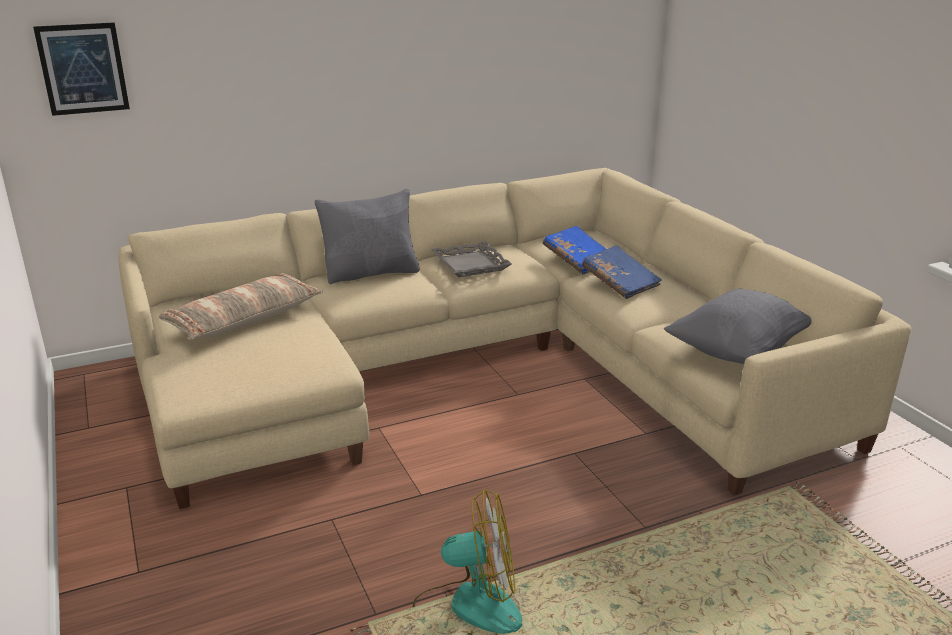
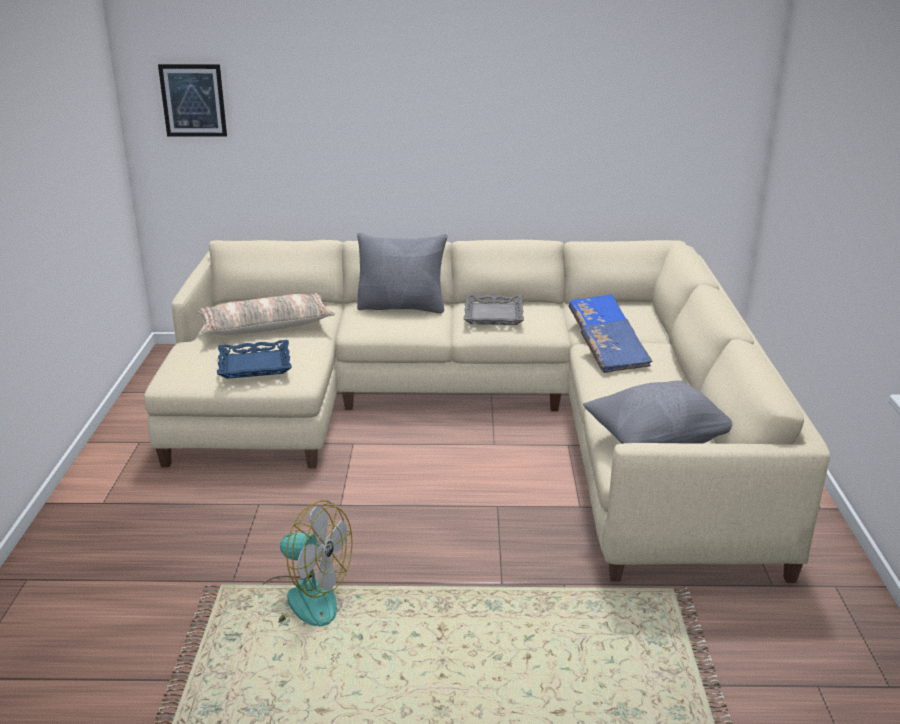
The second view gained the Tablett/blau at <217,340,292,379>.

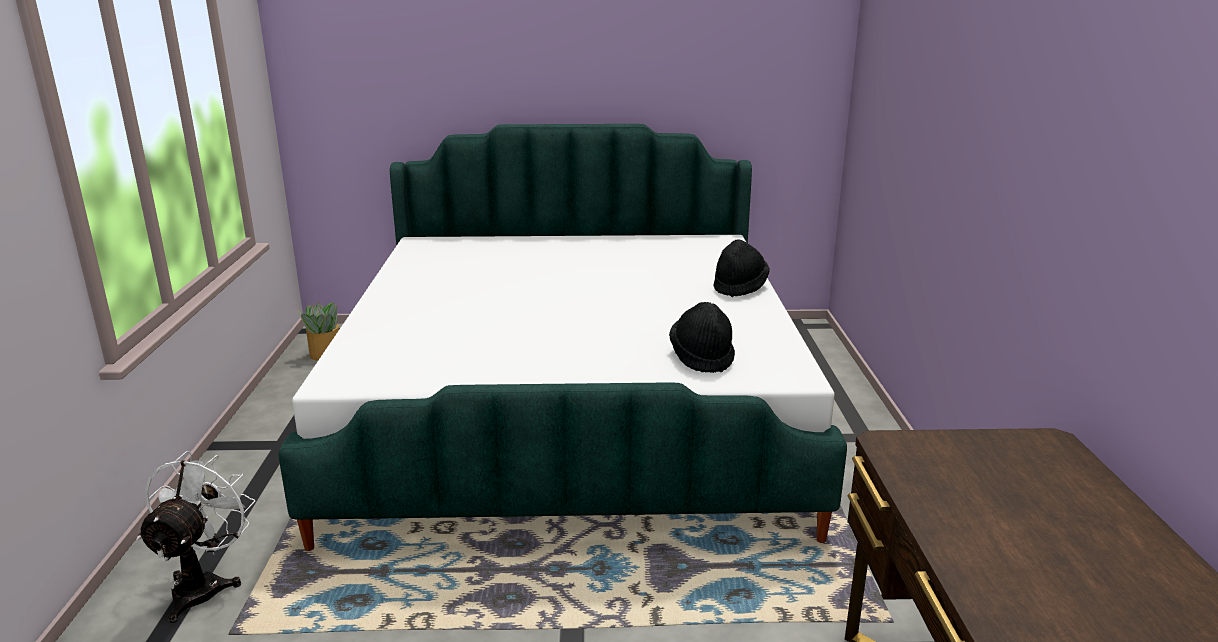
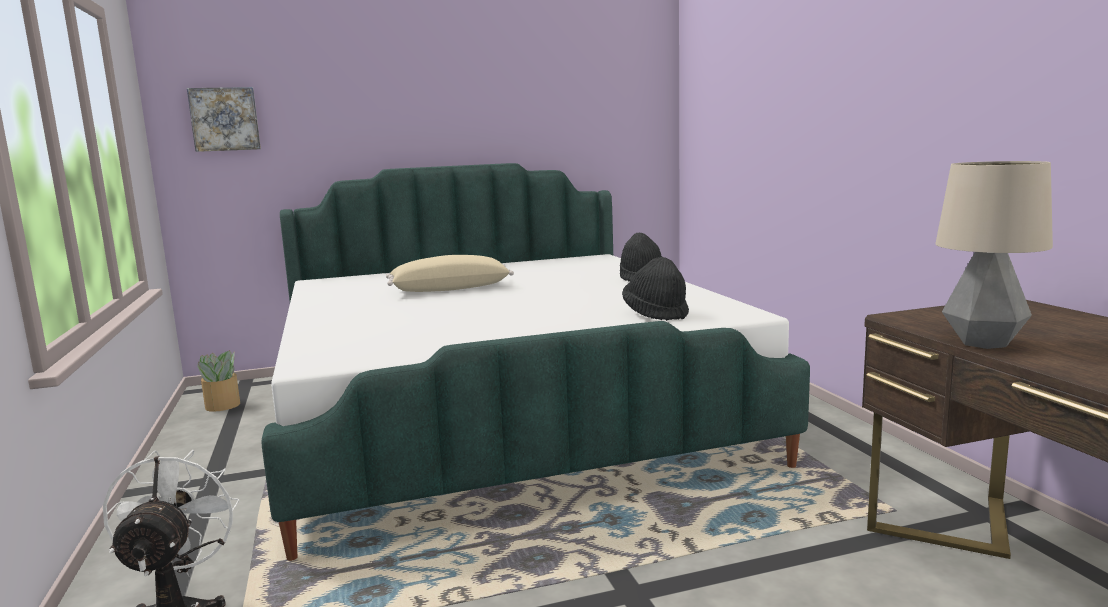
The second view gained the Bild at <187,87,261,152>.
The second view gained the Kissen/beige at <386,255,514,292>.
The second view gained the Tischlampe at <935,161,1053,349>.

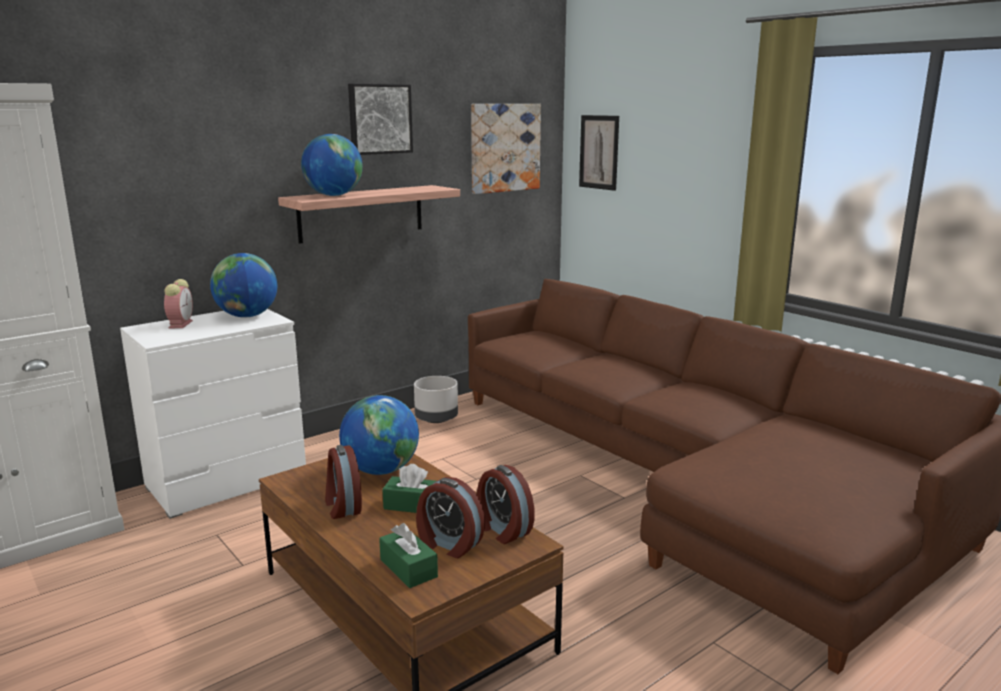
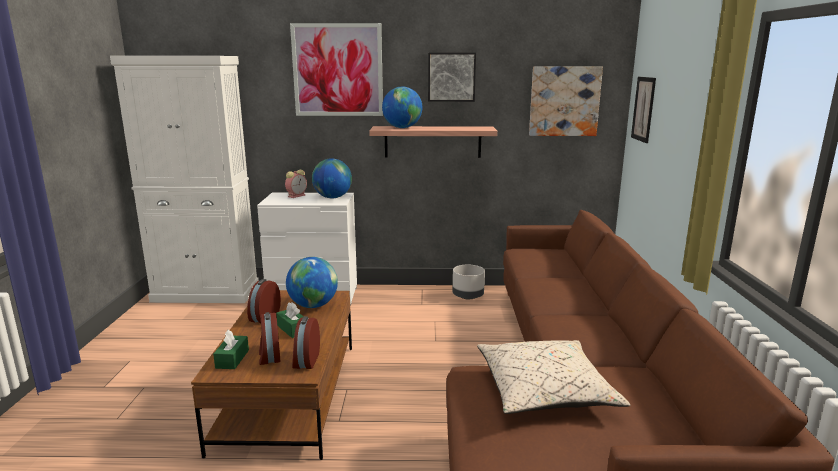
The second view gained the Bild at <290,23,383,116>.
The second view gained the Kissen/beige at <477,340,630,414>.

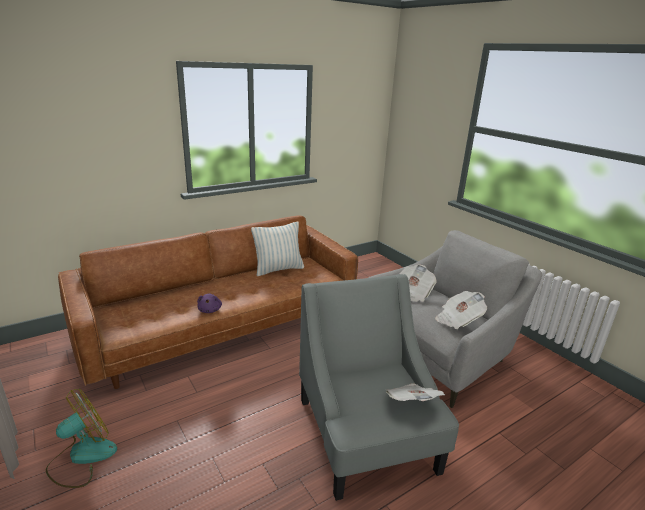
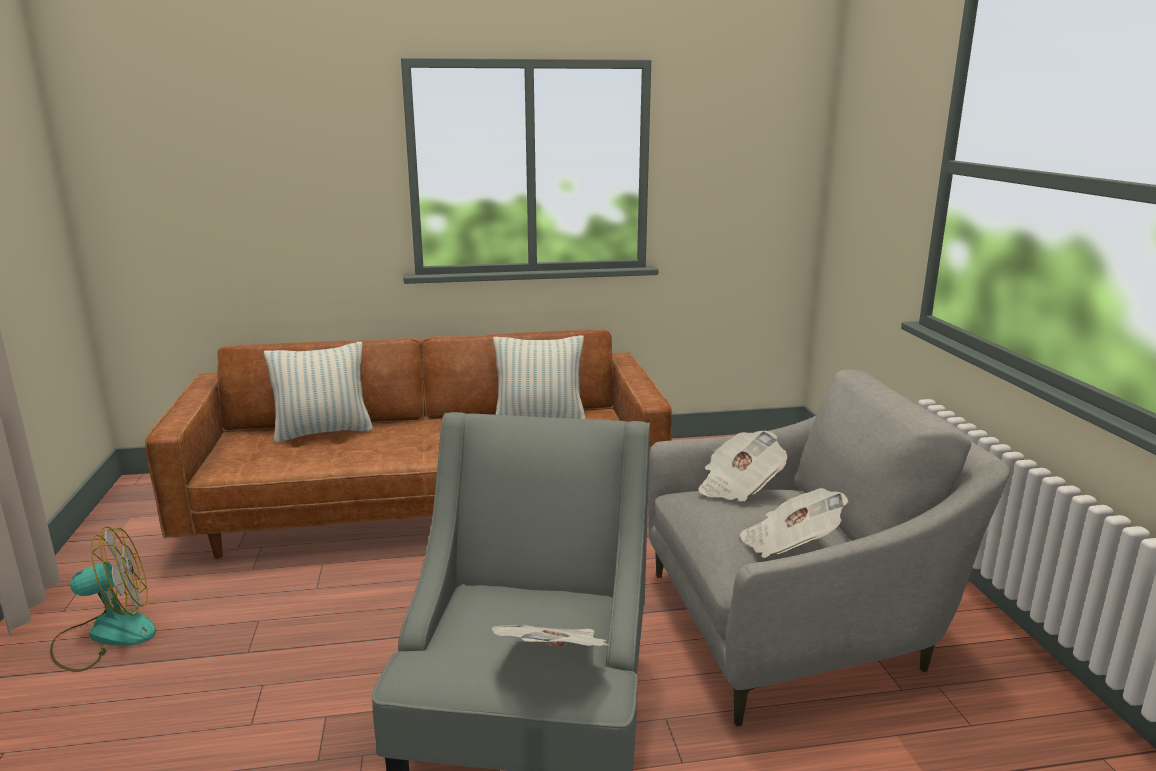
The second view lost the Plüschtier/lila at <197,294,222,313>.
The second view gained the Kissen at <264,342,373,443>.

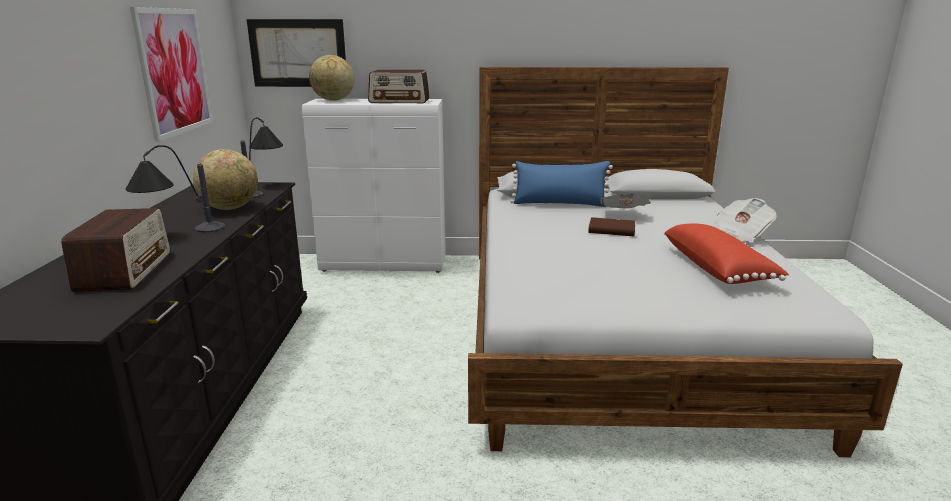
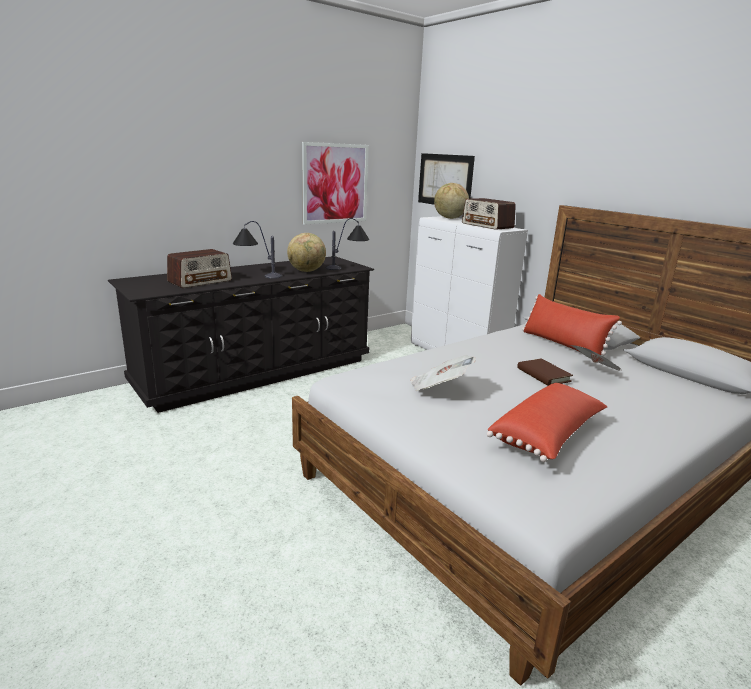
The Zeitung ended up elsewhere, having gone from <714,198,777,242> to <410,355,476,391>.
What was the Kissen/blau at <510,161,613,207> turned into the Kissen/rot at <522,294,622,355>.

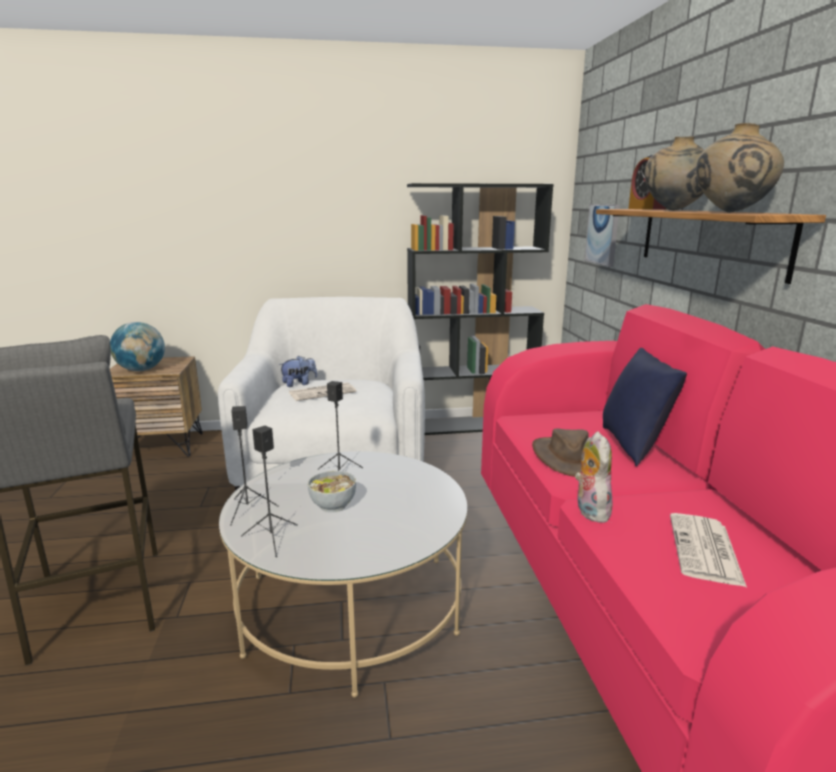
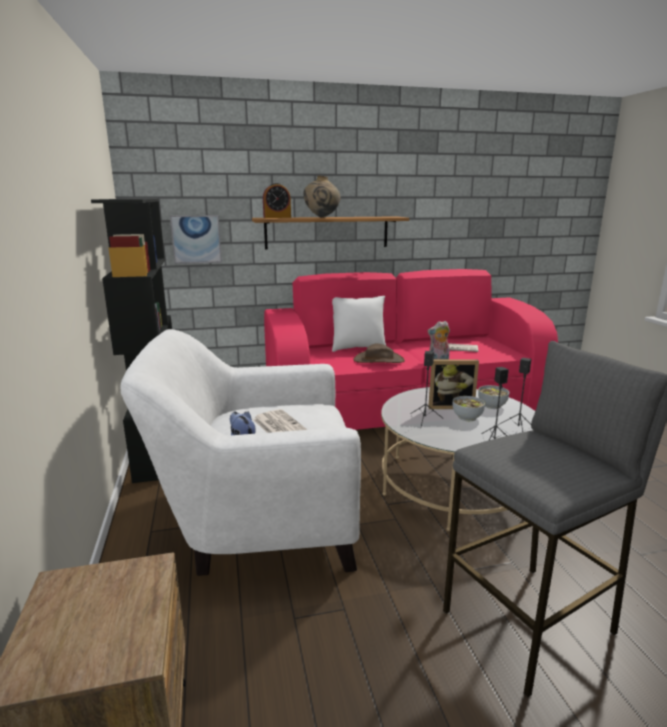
The second view lost the Globus at <110,322,165,371>.
The second view lost the Vase/beige at <696,123,784,213>.
The second view gained the Bilderrahmen at <428,359,479,409>.
The second view gained the Schüssel at <478,385,509,409>.
What was the Kissen/blau at <603,348,687,467> turned into the Kissen/weiß at <332,296,386,352>.

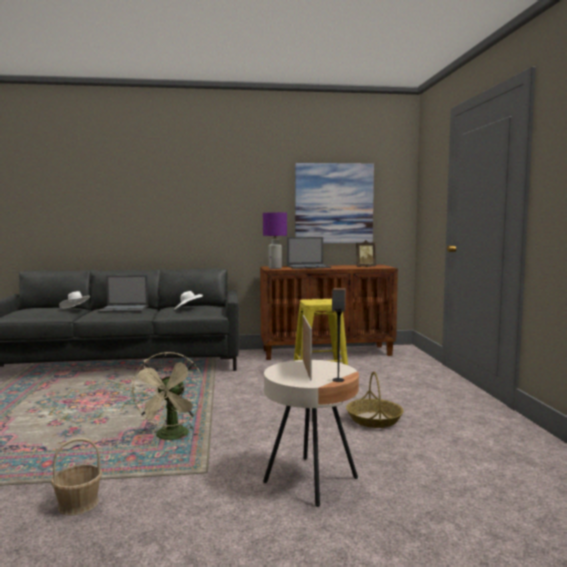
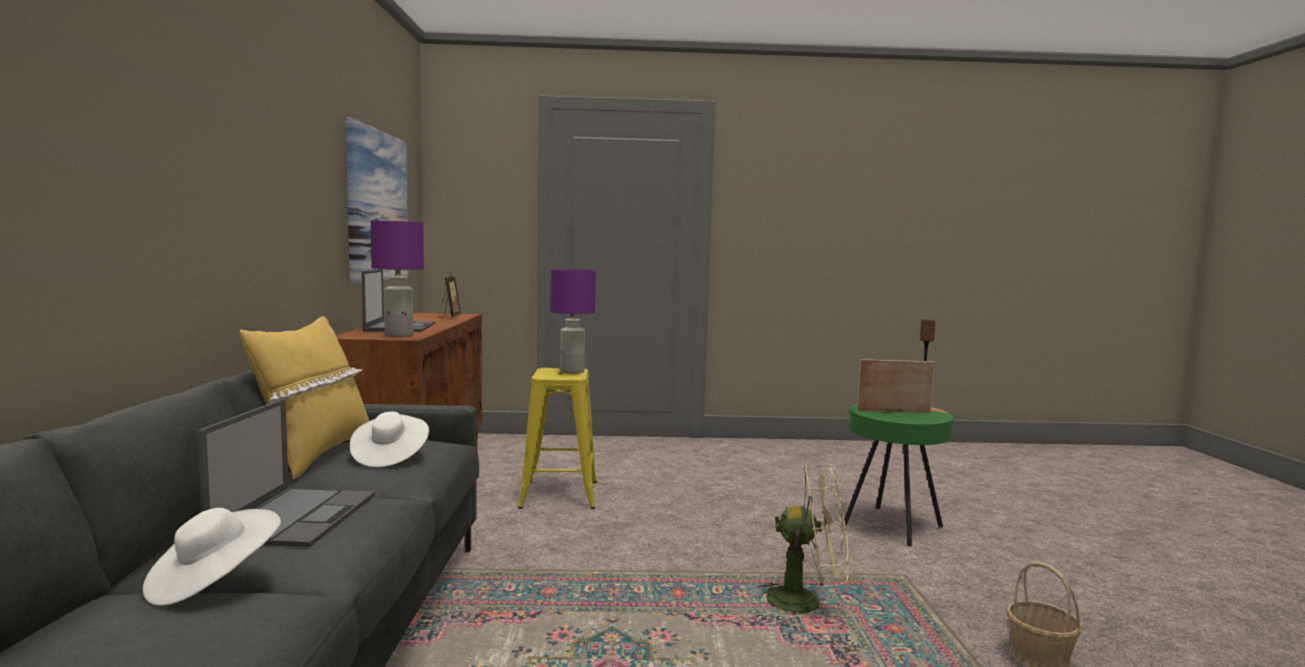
The second view lost the Korb at <346,372,404,428>.
The second view gained the Kissen/gelb at <239,316,370,479>.
The second view gained the Tischlampe/lila at <551,269,596,374>.
What was the Beistelltisch/beige at <263,360,359,507> turned into the Beistelltisch/grün at <844,404,954,546>.

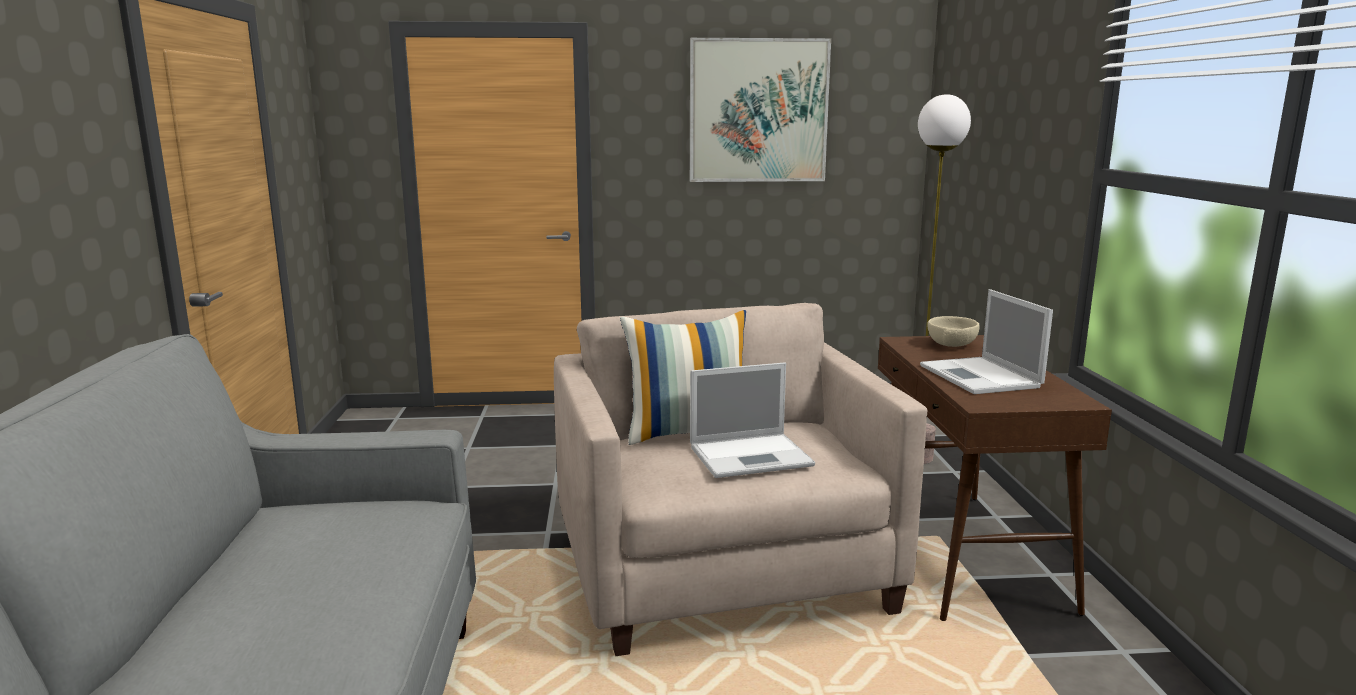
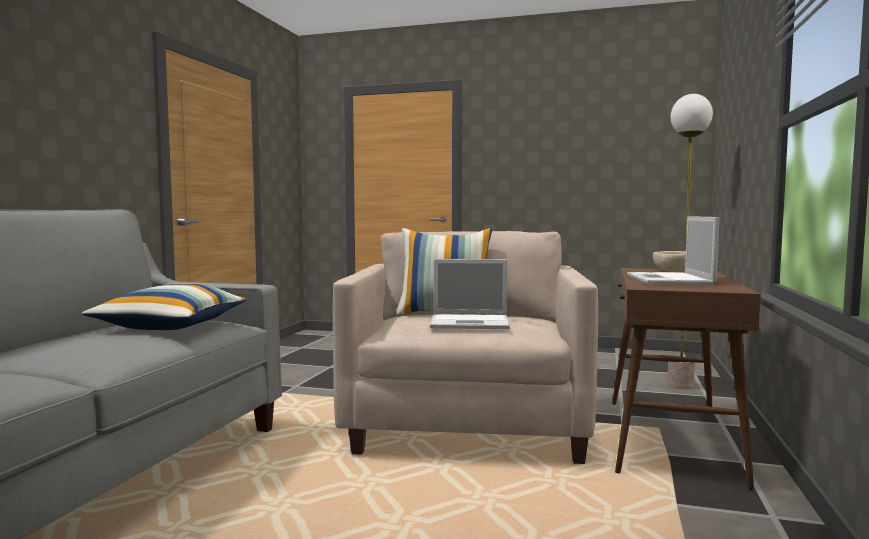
The second view lost the Bild at <690,38,831,182>.
The second view gained the Kissen at <82,284,246,330>.

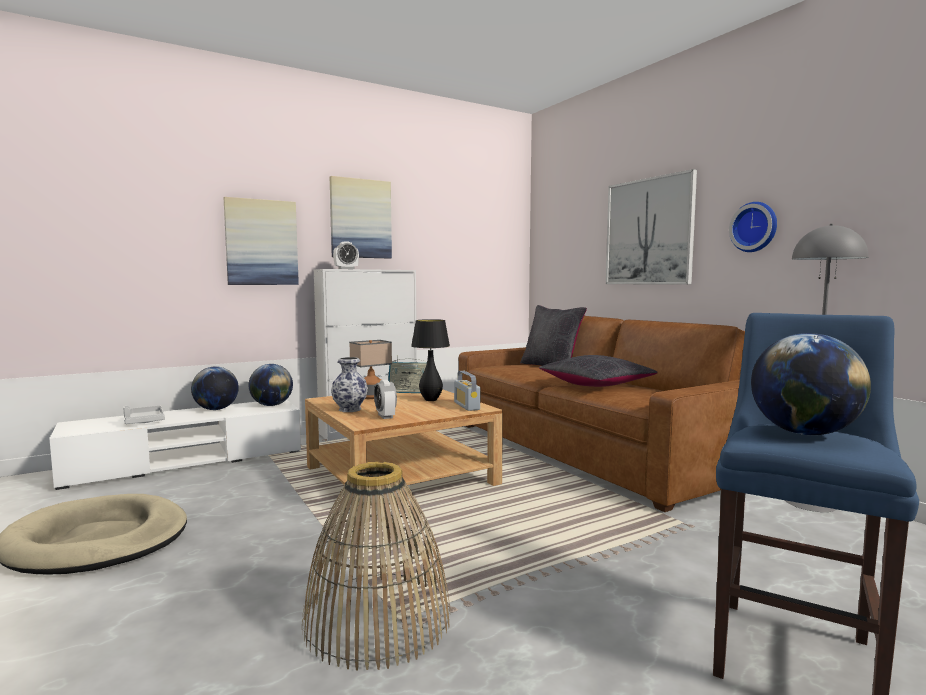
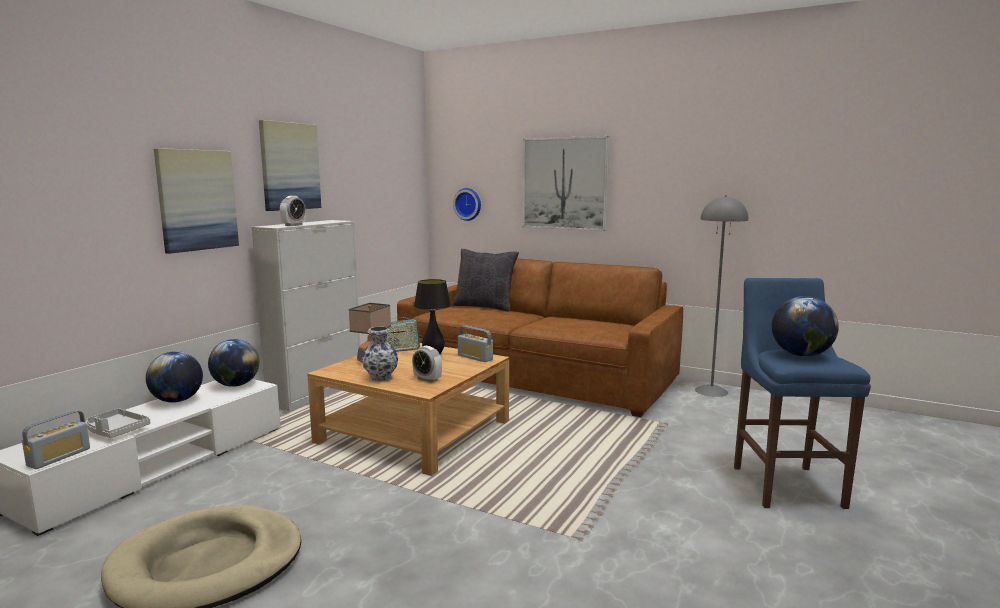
The second view lost the Korb at <302,462,451,671>.
The second view lost the Kissen/schwarz at <539,355,658,387>.
The second view gained the Radio at <22,410,90,469>.
The Wanduhr ended up elsewhere, having gone from <729,202,777,252> to <453,188,481,221>.

